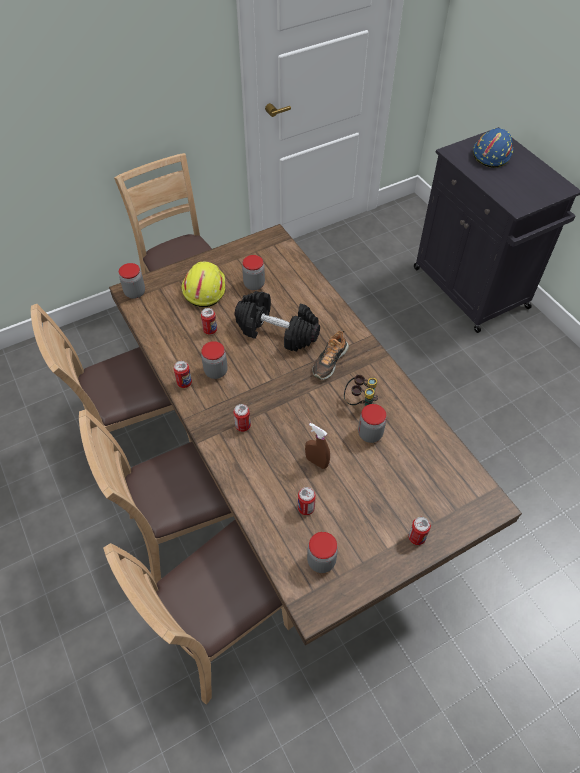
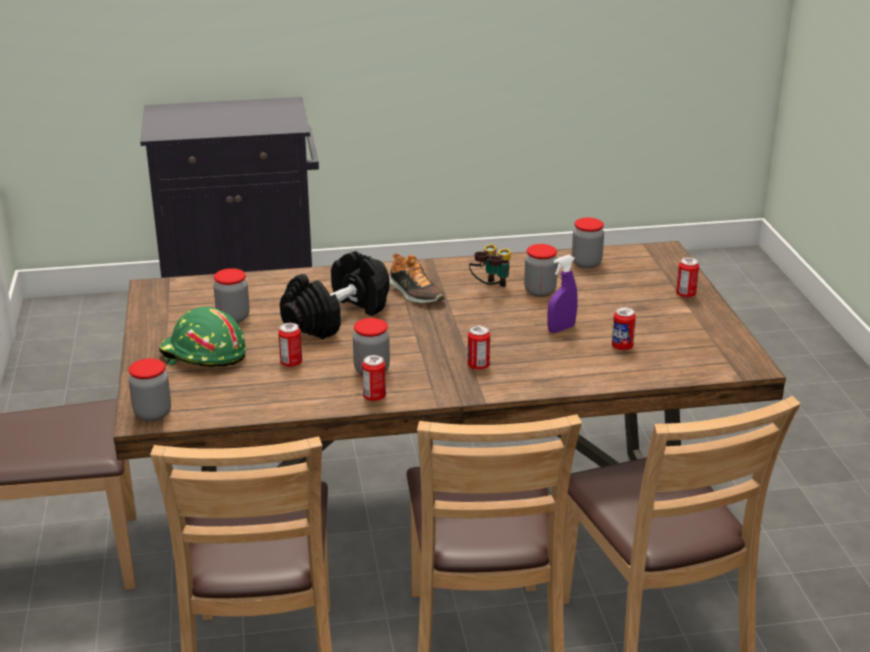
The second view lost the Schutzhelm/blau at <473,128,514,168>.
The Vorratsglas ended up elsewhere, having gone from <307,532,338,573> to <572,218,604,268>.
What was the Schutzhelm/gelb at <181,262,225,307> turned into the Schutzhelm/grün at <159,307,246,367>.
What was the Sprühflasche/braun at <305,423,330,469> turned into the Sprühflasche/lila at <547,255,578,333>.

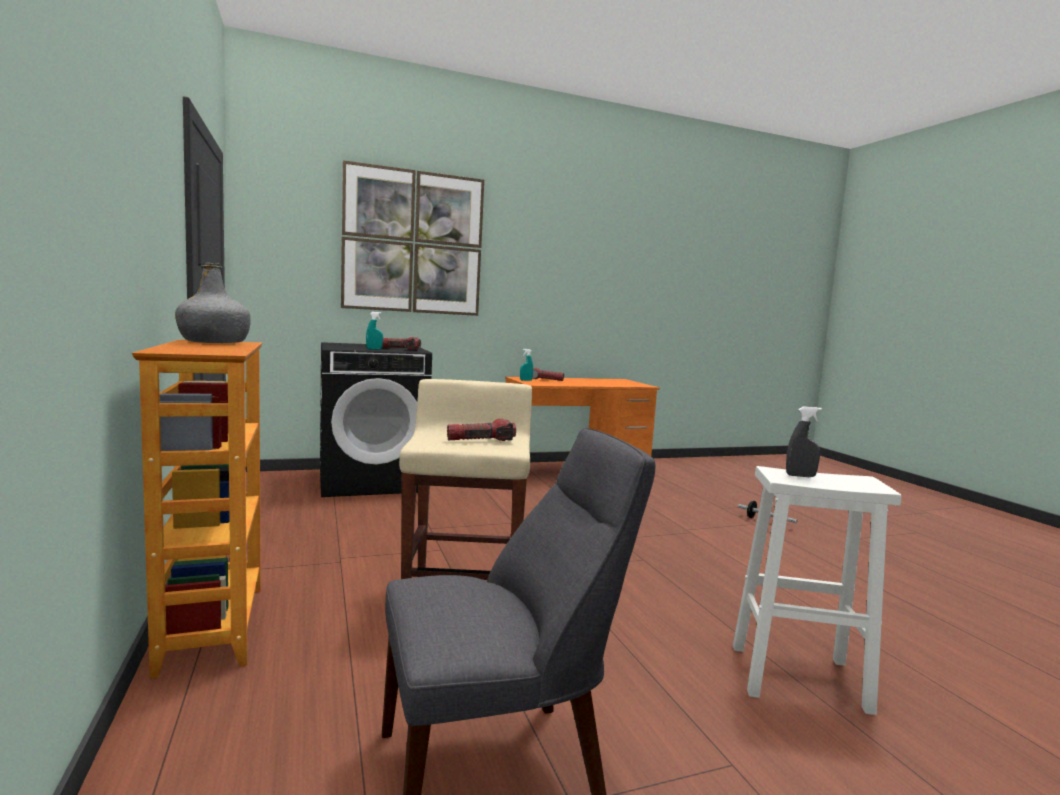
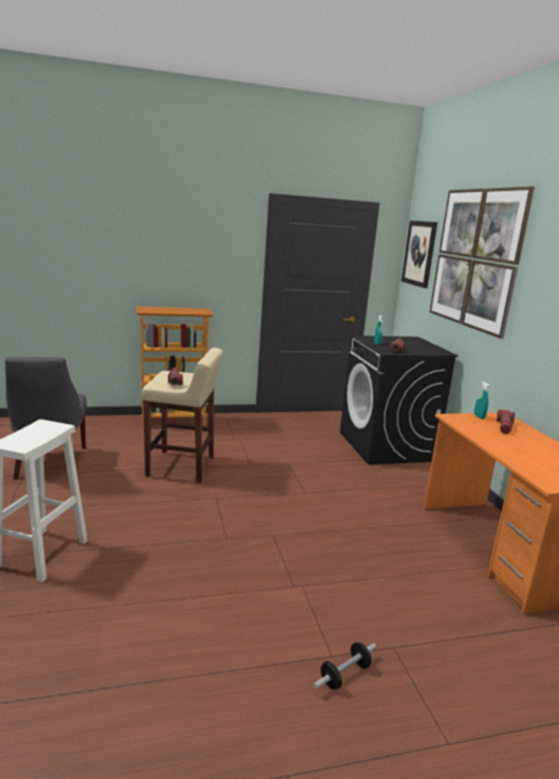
The second view lost the Flasche/grau at <175,263,250,343>.
The second view lost the Sprühflasche/grau at <786,406,822,477>.
The second view gained the Bild at <401,221,438,288>.

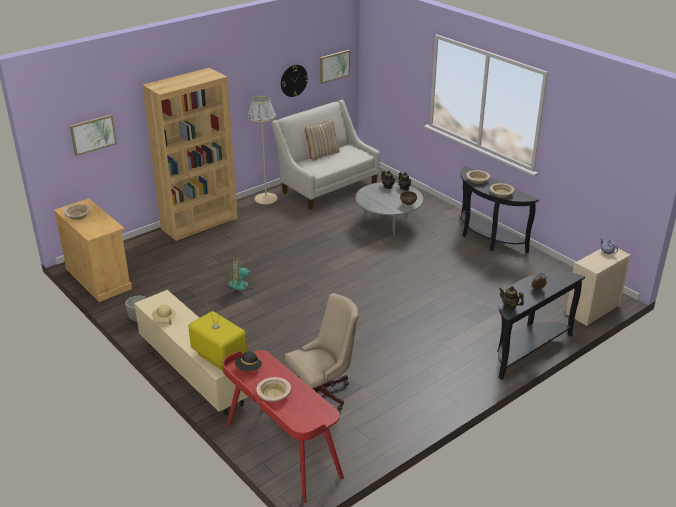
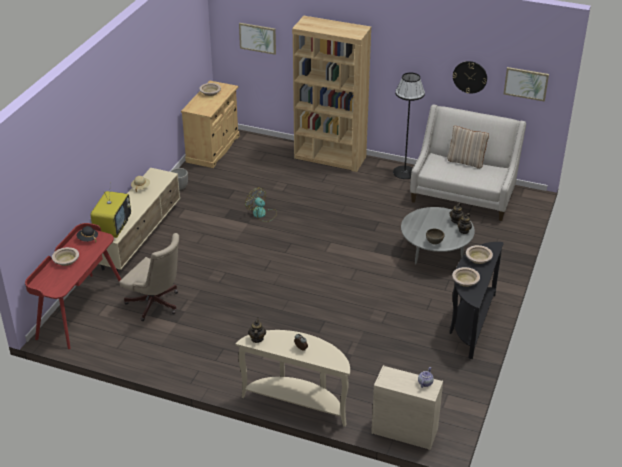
What was the Stehlampe/beige at <247,96,278,204> turned into the Stehlampe/schwarz at <393,73,425,179>.
What was the Konsolentisch/schwarz at <497,272,585,380> turned into the Konsolentisch/beige at <236,330,350,427>.

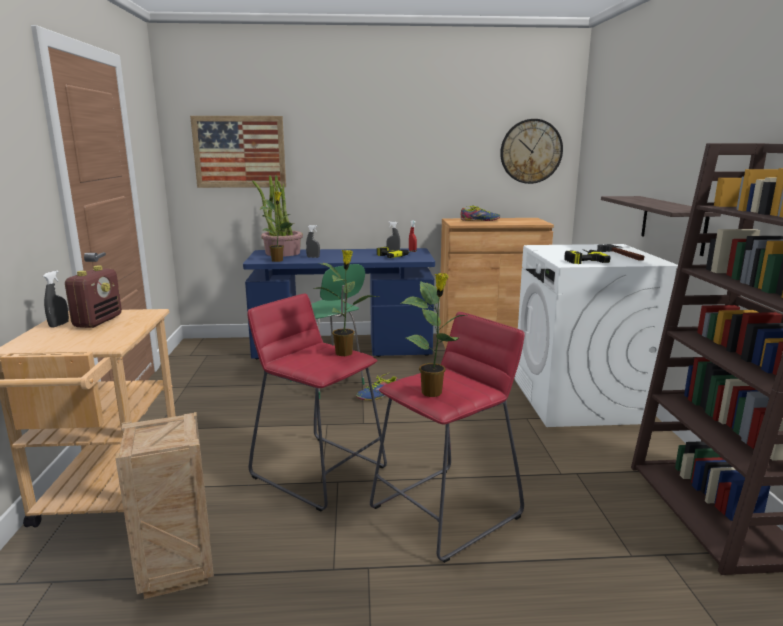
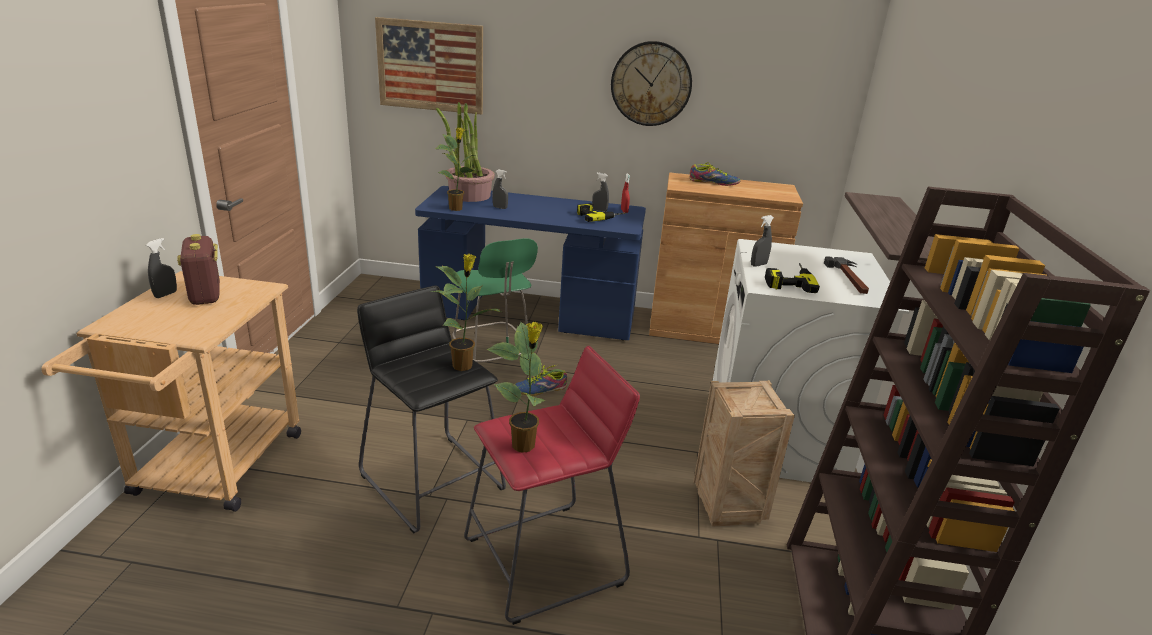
The second view gained the Sprühflasche/grau at <751,215,774,267>.
The Kiste ended up elsewhere, having gone from <115,412,214,599> to <693,380,795,527>.
The Wanduhr ended up elsewhere, having gone from <500,119,563,184> to <611,41,692,126>.
What was the Hocker/rot at <247,294,387,511> turned into the Hocker/schwarz at <357,285,506,533>.
The Radio at <65,266,122,328> ended up facing another way, 135 degrees clockwise from before.

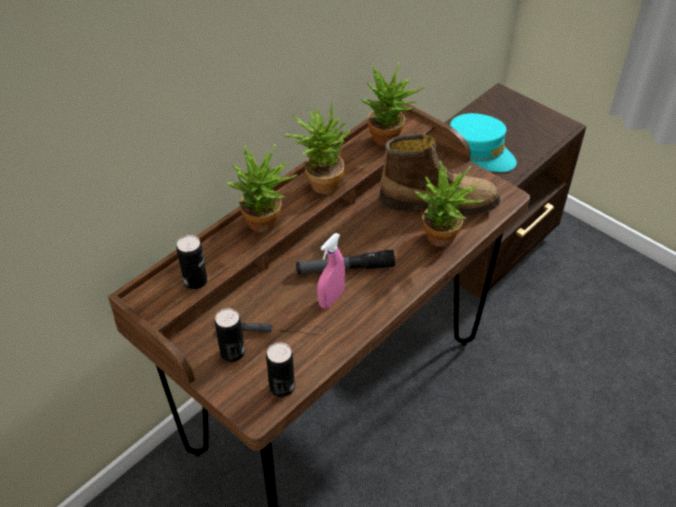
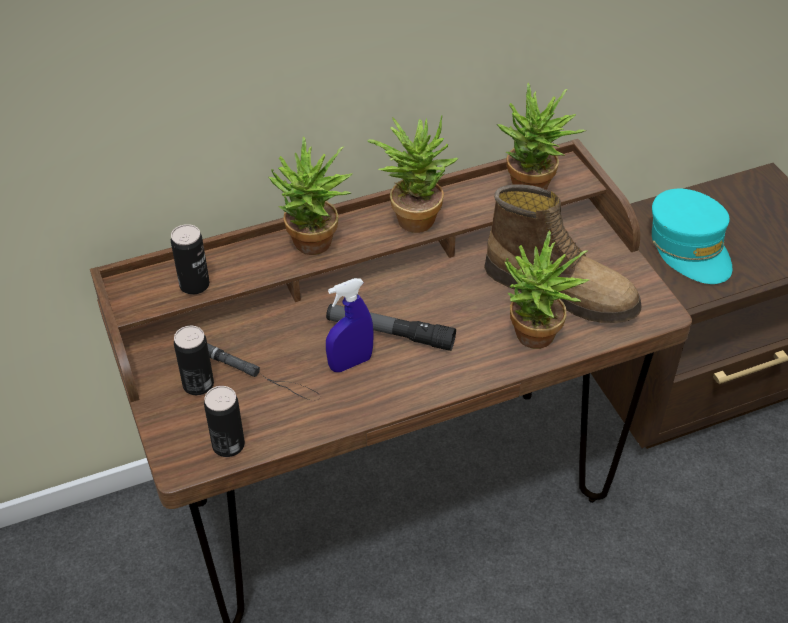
What was the Sprühflasche/rosa at <317,233,345,309> turned into the Sprühflasche/blau at <326,278,374,372>.

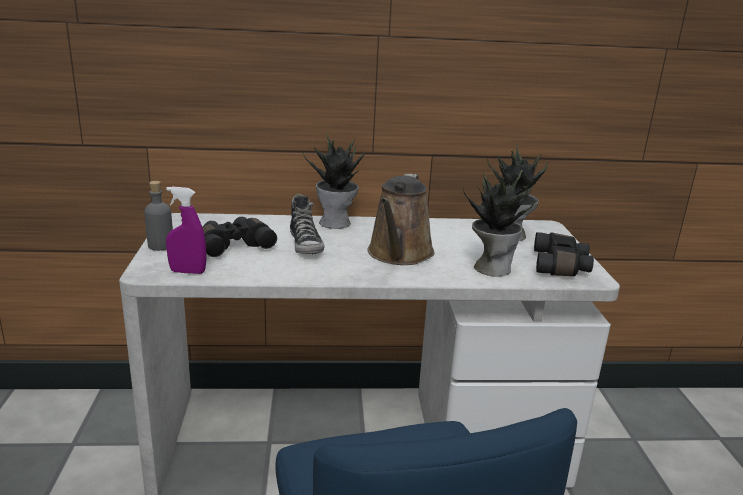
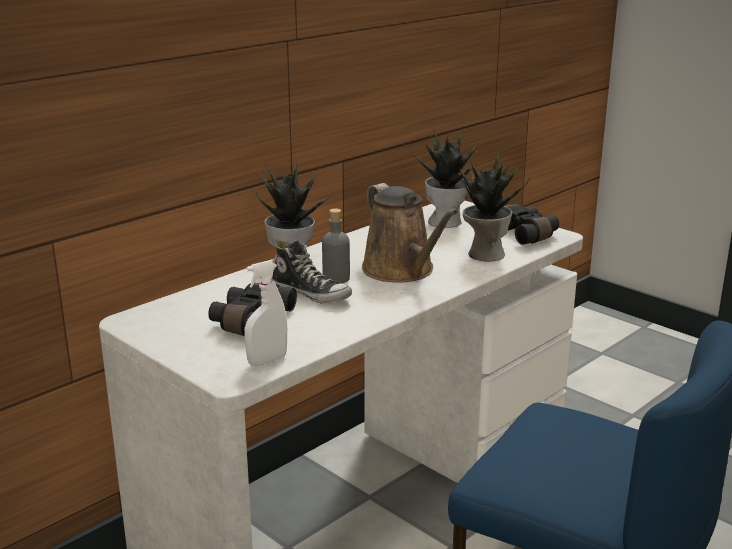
The Flasche/grau ended up elsewhere, having gone from <144,181,173,251> to <322,208,350,283>.
What was the Sprühflasche/lila at <166,186,206,274> turned into the Sprühflasche/weiß at <244,260,287,366>.

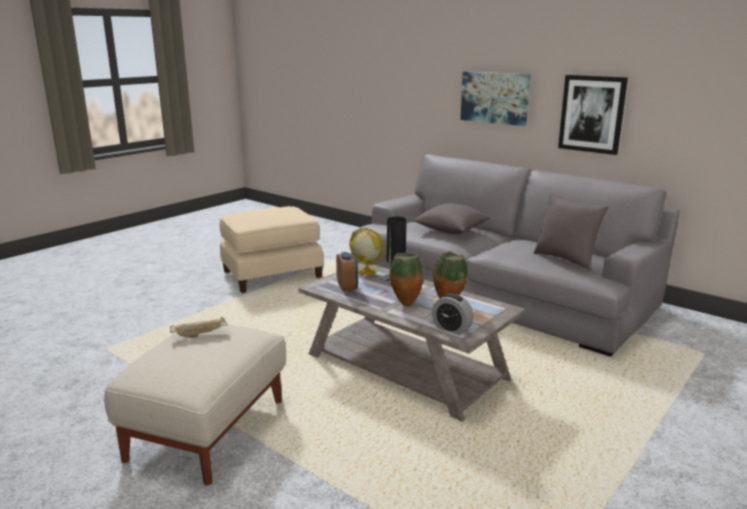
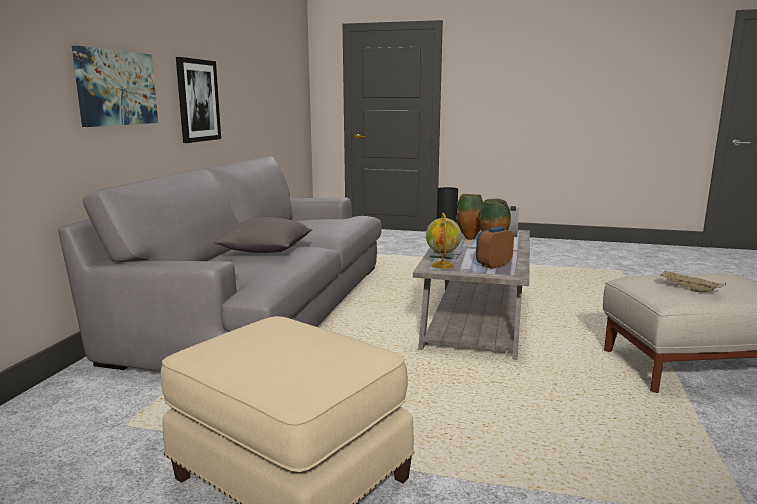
The second view lost the Kissen/grau at <534,193,609,270>.

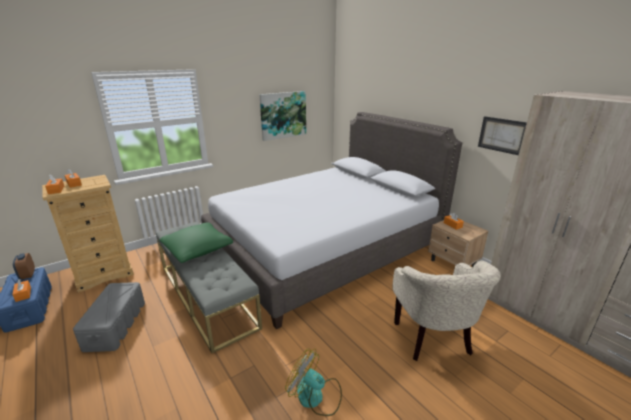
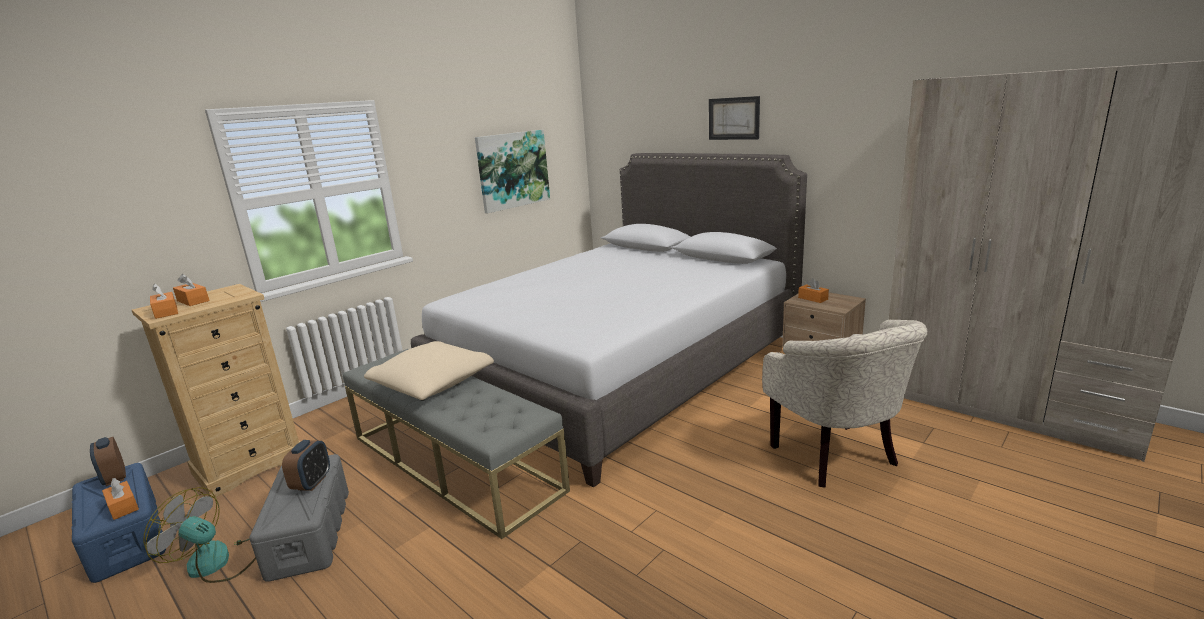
The second view gained the Wecker at <282,440,330,491>.
The Ventilator ended up elsewhere, having gone from <285,348,342,416> to <143,487,256,583>.
The Bild ended up elsewhere, having gone from <478,116,527,155> to <709,96,760,140>.
What was the Kissen/grün at <160,222,233,263> turned into the Kissen/beige at <364,341,494,400>.

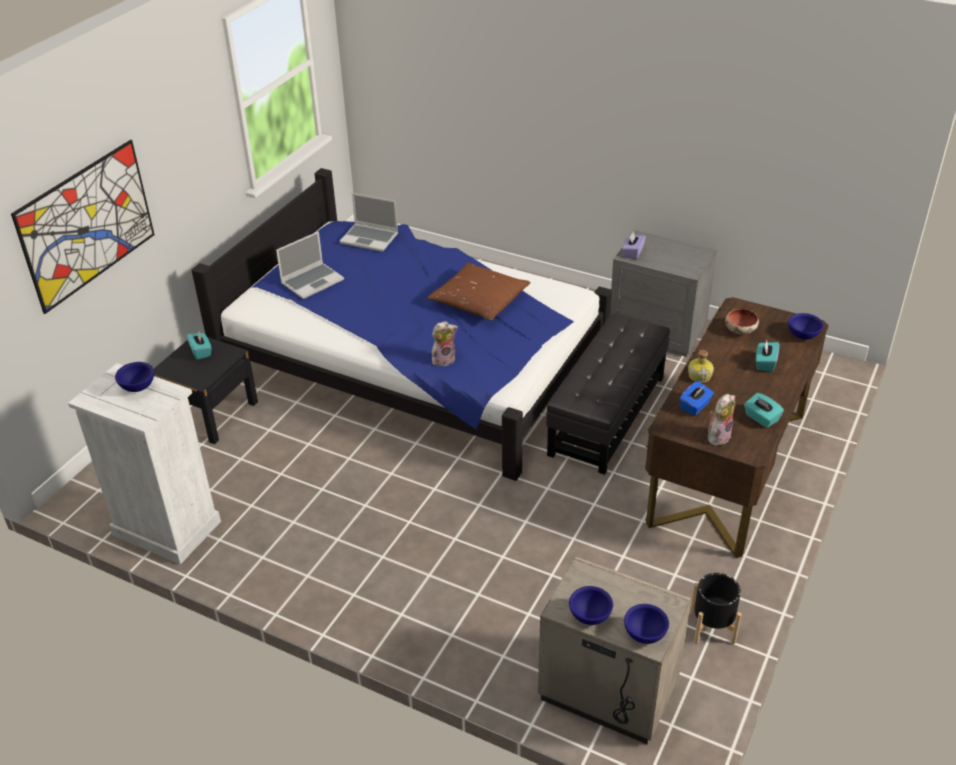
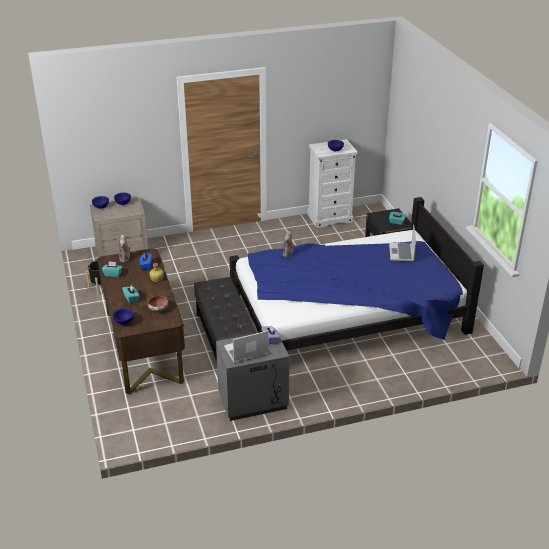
The second view lost the Bild at <11,140,155,314>.
The second view lost the Kissen/braun at <427,263,531,321>.
The Laptop ended up elsewhere, having gone from <339,193,398,252> to <224,330,268,363>.

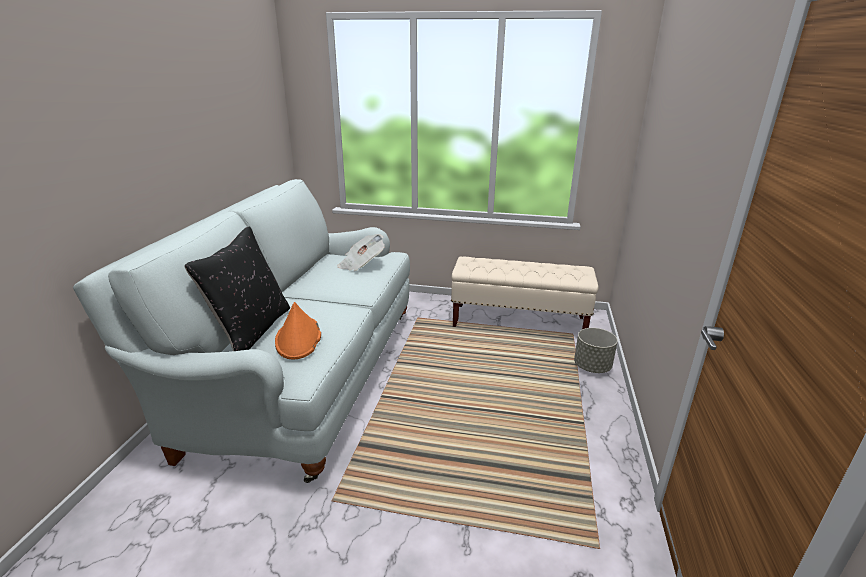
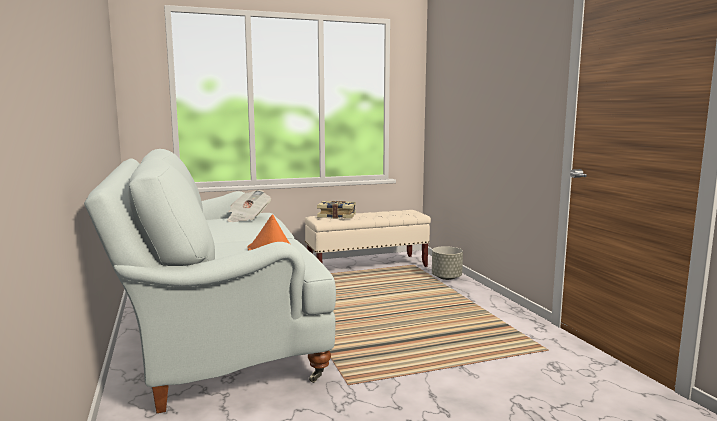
The second view lost the Kissen/schwarz at <184,227,290,351>.
The second view gained the Buch at <317,201,356,219>.

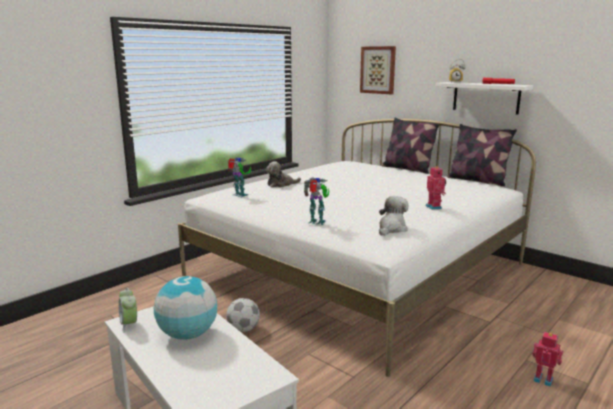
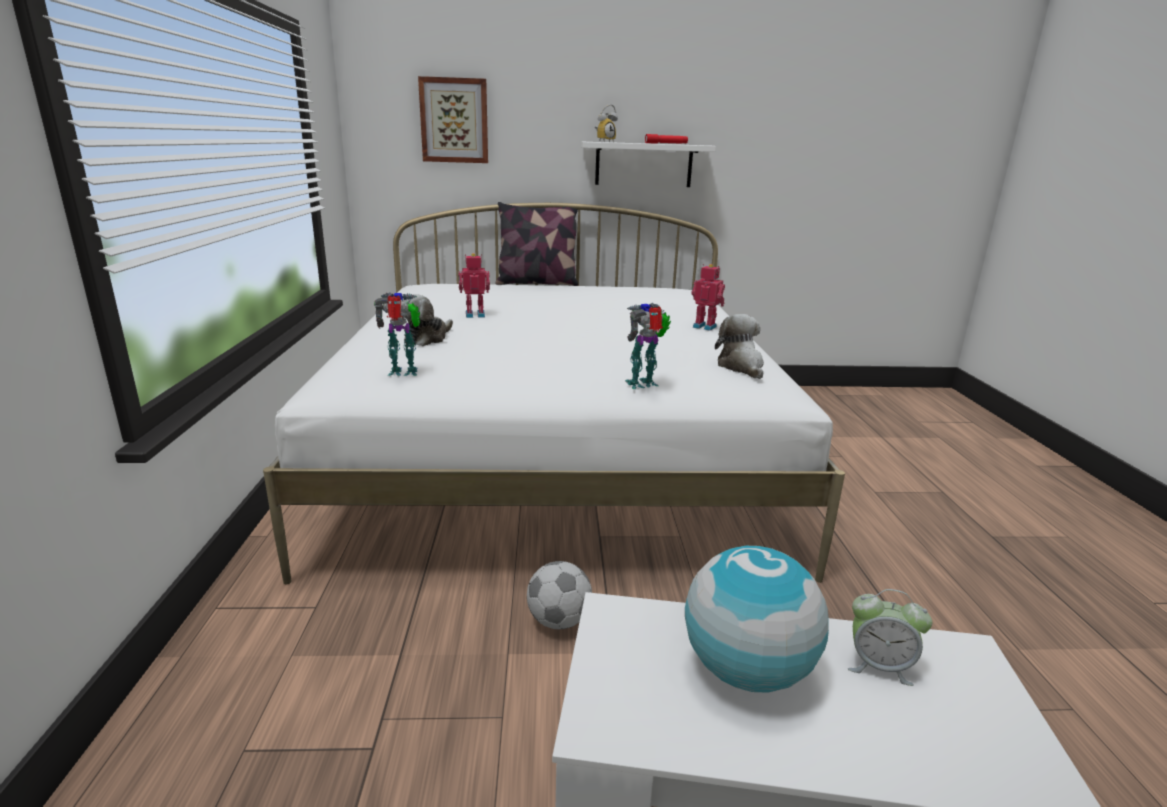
The second view lost the Kissen at <447,124,517,186>.
The Wecker ended up elsewhere, having gone from <119,288,137,333> to <848,589,932,686>.
The Spielzeugroboter ended up elsewhere, having gone from <532,332,563,387> to <458,253,490,318>.

